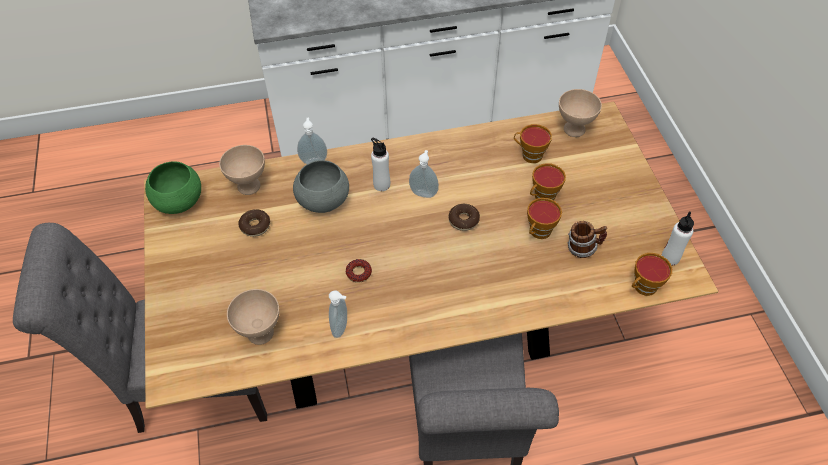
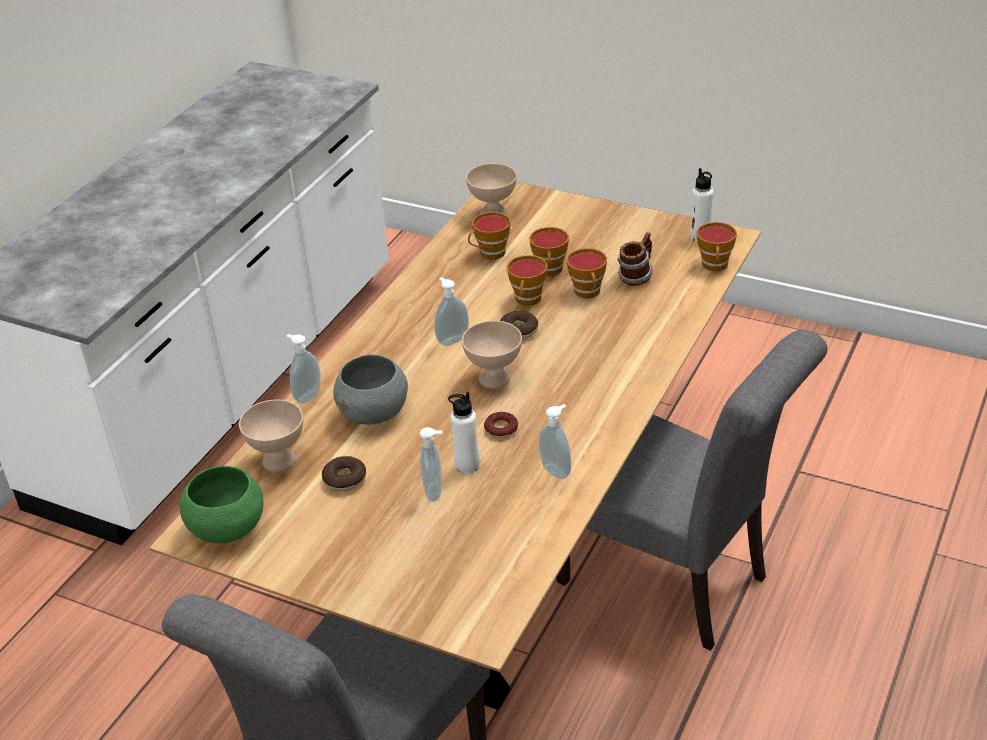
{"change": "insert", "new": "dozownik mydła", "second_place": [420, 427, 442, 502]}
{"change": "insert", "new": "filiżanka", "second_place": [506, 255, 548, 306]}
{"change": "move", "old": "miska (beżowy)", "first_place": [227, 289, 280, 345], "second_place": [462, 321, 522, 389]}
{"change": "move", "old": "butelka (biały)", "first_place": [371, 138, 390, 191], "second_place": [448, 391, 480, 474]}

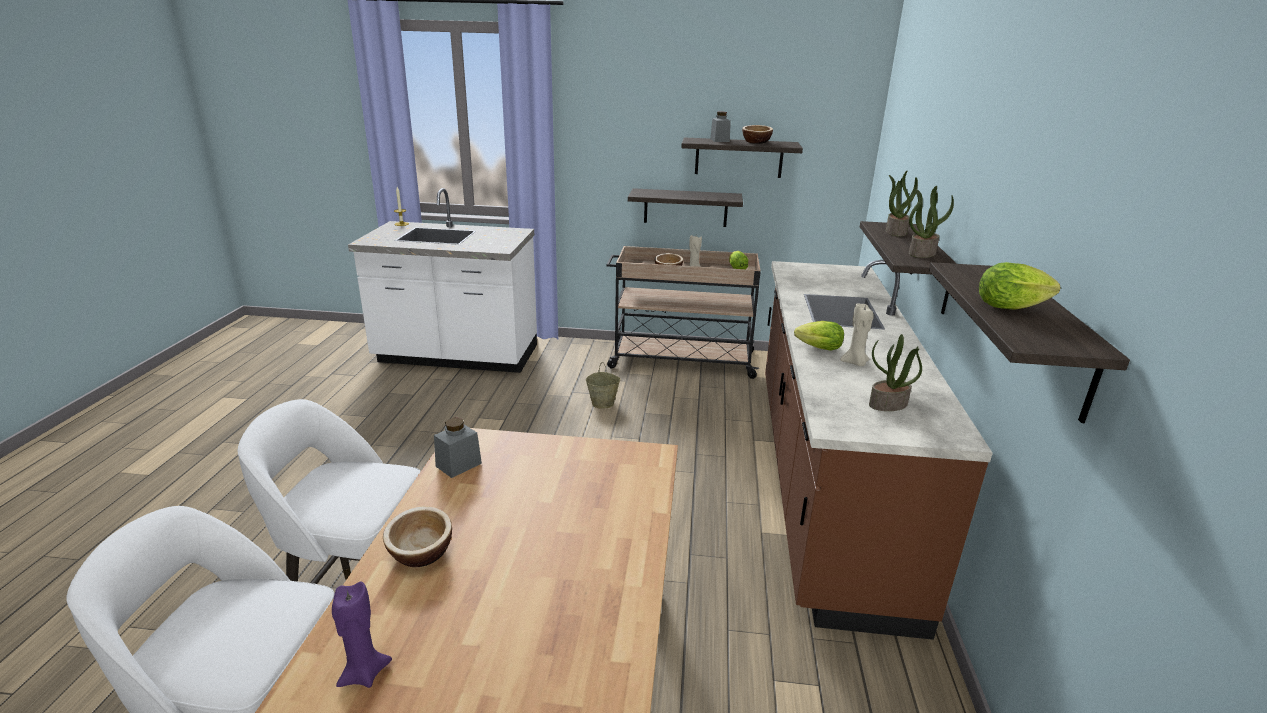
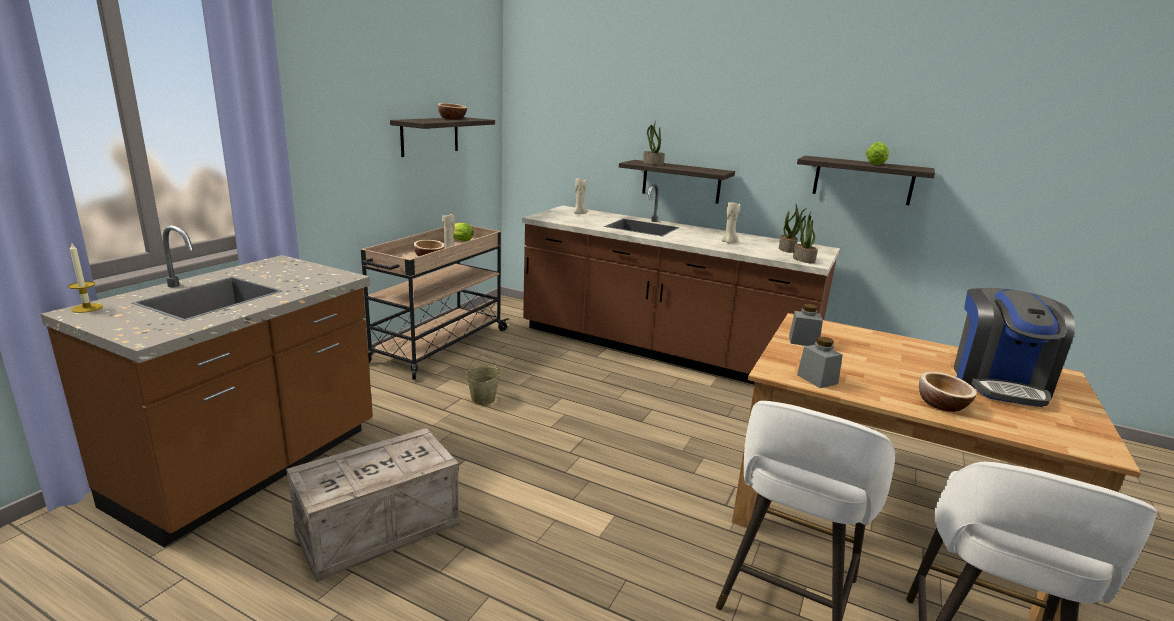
{"change": "delete", "old": "świeca (fioletowy)", "first_place": [332, 581, 392, 688]}
{"change": "delete", "old": "półka", "first_place": [628, 188, 743, 227]}
{"change": "delete", "old": "sałata", "first_place": [794, 321, 844, 351]}
{"change": "insert", "new": "skrzynka", "second_place": [286, 428, 460, 582]}
{"change": "insert", "new": "świeca (beżowy)", "second_place": [574, 178, 587, 214]}
{"change": "insert", "new": "ekspres do kawy", "second_place": [954, 288, 1075, 407]}
{"change": "move", "old": "słoik (szary)", "first_place": [710, 111, 731, 142], "second_place": [789, 304, 823, 346]}
{"change": "move", "old": "roślina doniczkowa", "first_place": [909, 186, 954, 258], "second_place": [793, 212, 818, 264]}
{"change": "recolor", "old": "zabudowa kuchenna (biały)", "new": "zabudowa kuchenna (brązowy)", "first_place": [348, 188, 537, 373], "second_place": [40, 225, 373, 547]}

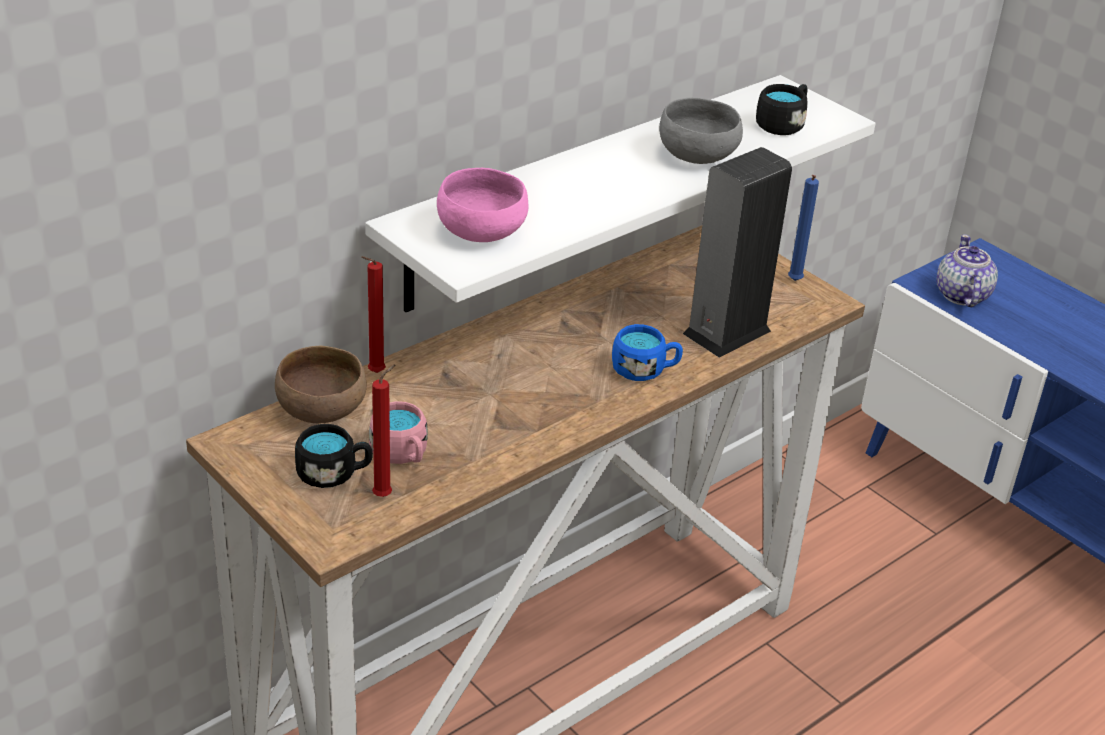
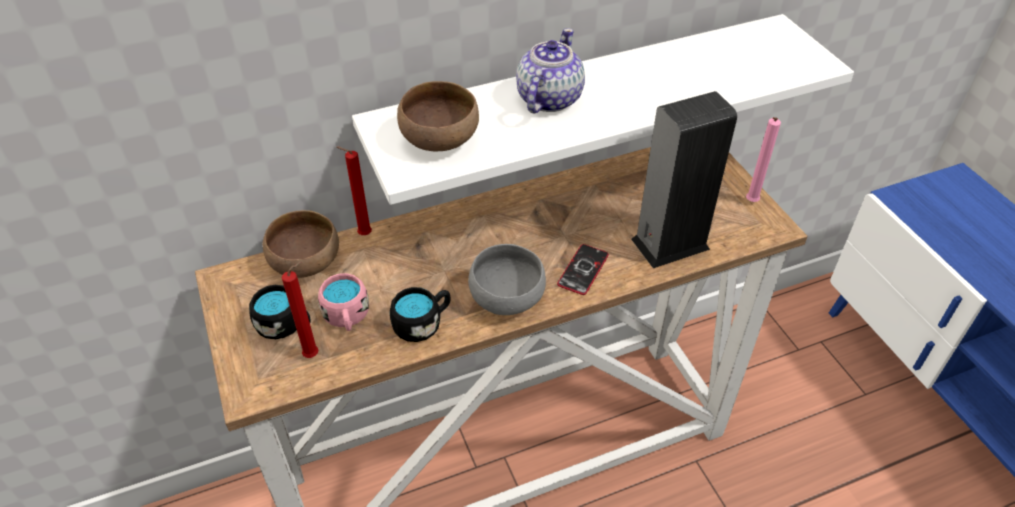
{"change": "move", "old": "miska (szary)", "first_place": [659, 97, 743, 164], "second_place": [468, 244, 546, 315]}
{"change": "move", "old": "kubek (czarny)", "first_place": [756, 84, 807, 135], "second_place": [390, 287, 451, 342]}
{"change": "move", "old": "imbryk", "first_place": [936, 234, 998, 307], "second_place": [516, 28, 585, 113]}
{"change": "replace", "old": "kubek (niebieski)", "new": "telefon", "first_place": [612, 324, 683, 381], "second_place": [557, 244, 609, 295]}
{"change": "recolor", "old": "miska (różowy)", "new": "miska (brązowy)", "first_place": [437, 168, 529, 242], "second_place": [397, 81, 479, 151]}
{"change": "recolor", "old": "świeca (niebieski)", "new": "świeca (różowy)", "first_place": [788, 175, 819, 281], "second_place": [746, 117, 781, 202]}

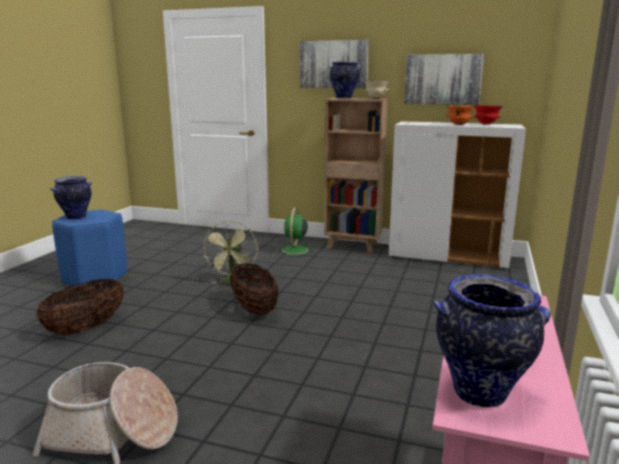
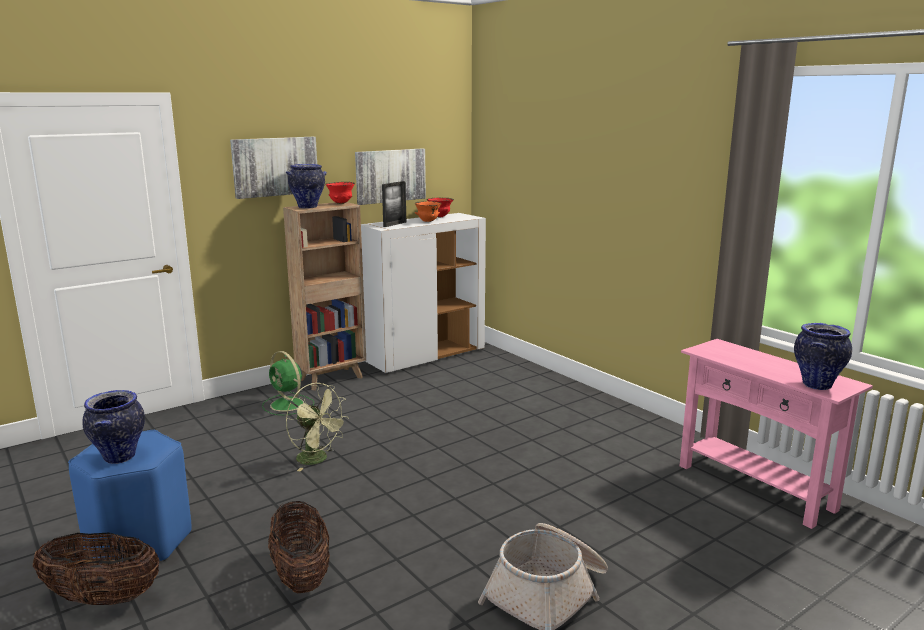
{"change": "insert", "new": "ramka na zdjęcie", "second_place": [382, 181, 406, 227]}
{"change": "move", "old": "koszyk", "first_place": [230, 263, 279, 315], "second_place": [33, 532, 159, 605]}
{"change": "recolor", "old": "miska (beżowy)", "new": "miska (czerwony)", "first_place": [364, 80, 390, 99], "second_place": [325, 182, 355, 204]}

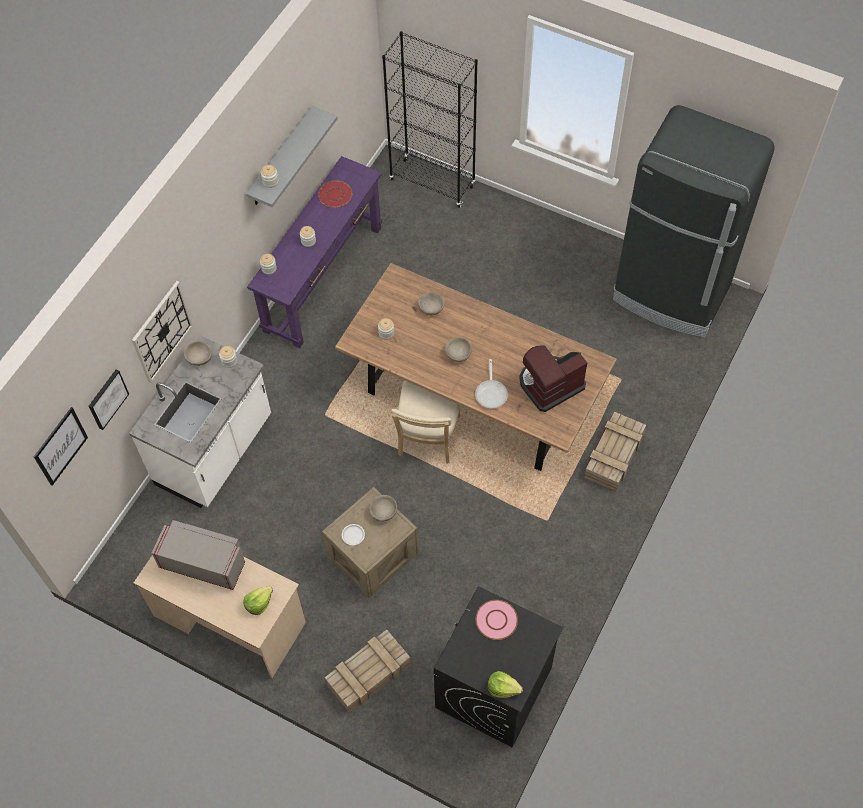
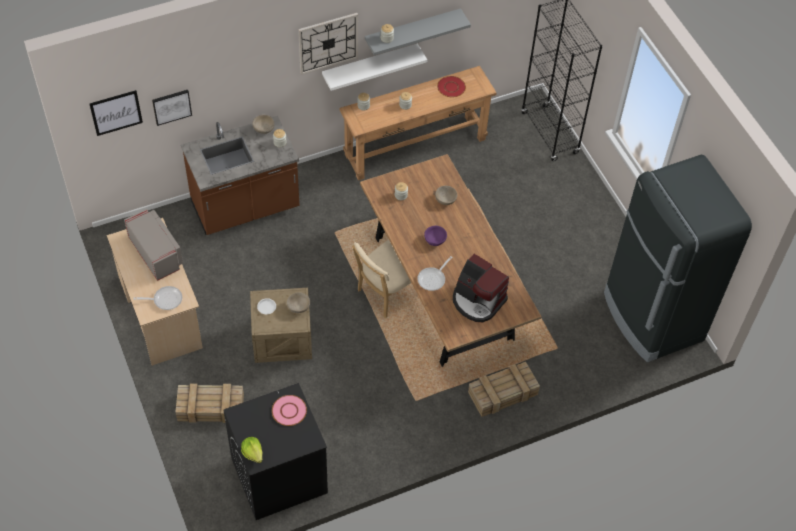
{"change": "insert", "new": "półka (biały)", "second_place": [322, 43, 427, 91]}
{"change": "move", "old": "zegar ścienny", "first_place": [132, 281, 193, 383], "second_place": [298, 13, 358, 75]}
{"change": "replace", "old": "sałata", "new": "patelnia", "first_place": [243, 586, 273, 615], "second_place": [133, 286, 182, 310]}
{"change": "recolor", "old": "zabudowa kuchenna (biały)", "new": "zabudowa kuchenna (brązowy)", "first_place": [129, 335, 271, 508], "second_place": [181, 116, 300, 235]}
{"change": "recolor", "old": "stolik konsolowy (fioletowy)", "new": "stolik konsolowy (brązowy)", "first_place": [247, 156, 382, 348], "second_place": [340, 66, 497, 180]}
{"change": "recolor", "old": "miska (beżowy)", "new": "miska (fioletowy)", "first_place": [445, 337, 472, 362], "second_place": [424, 226, 447, 246]}
{"change": "rotate", "old": "ekspres do kawy", "first_place": [519, 345, 587, 412], "second_place": [453, 254, 509, 322], "degrees": -150}

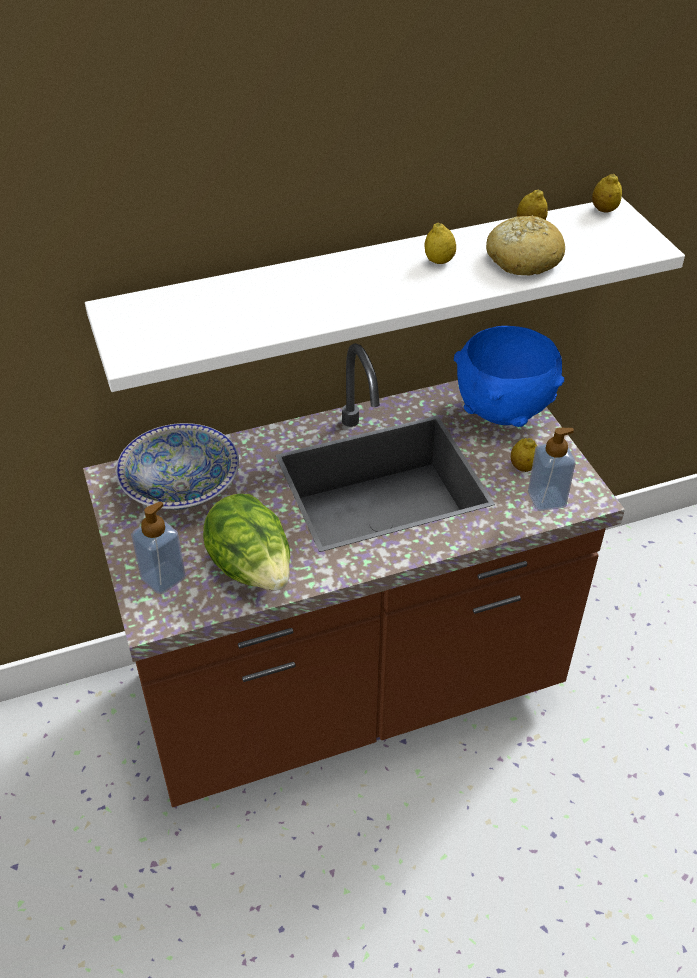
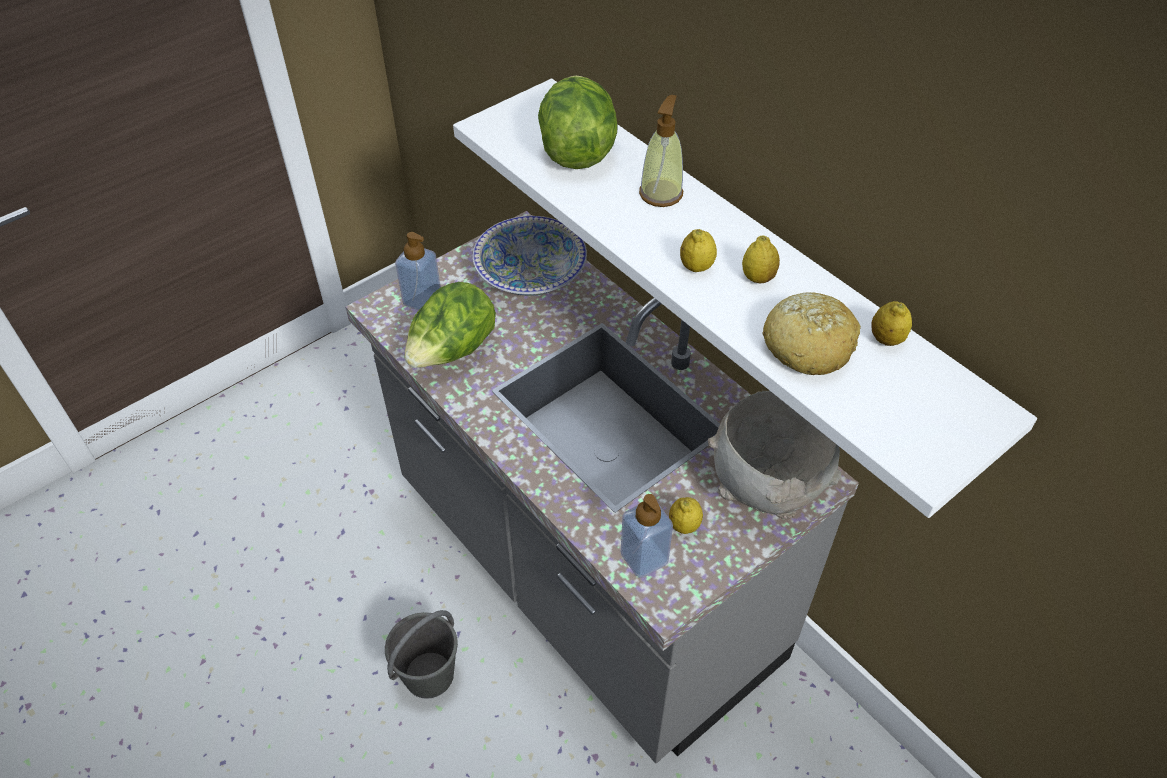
{"change": "insert", "new": "wiadro (szary)", "second_place": [385, 610, 458, 699]}
{"change": "insert", "new": "sałata", "second_place": [538, 75, 618, 169]}
{"change": "insert", "new": "dozownik mydła", "second_place": [639, 95, 683, 207]}
{"change": "move", "old": "cytryna", "first_place": [592, 174, 622, 213], "second_place": [680, 229, 717, 272]}
{"change": "recolor", "old": "zabudowa kuchenna (brązowy)", "new": "zabudowa kuchenna (szary)", "first_place": [83, 343, 625, 807], "second_place": [346, 211, 859, 763]}
{"change": "recolor", "old": "miska (niebieski)", "new": "miska (szary)", "first_place": [454, 326, 564, 427], "second_place": [708, 391, 841, 519]}

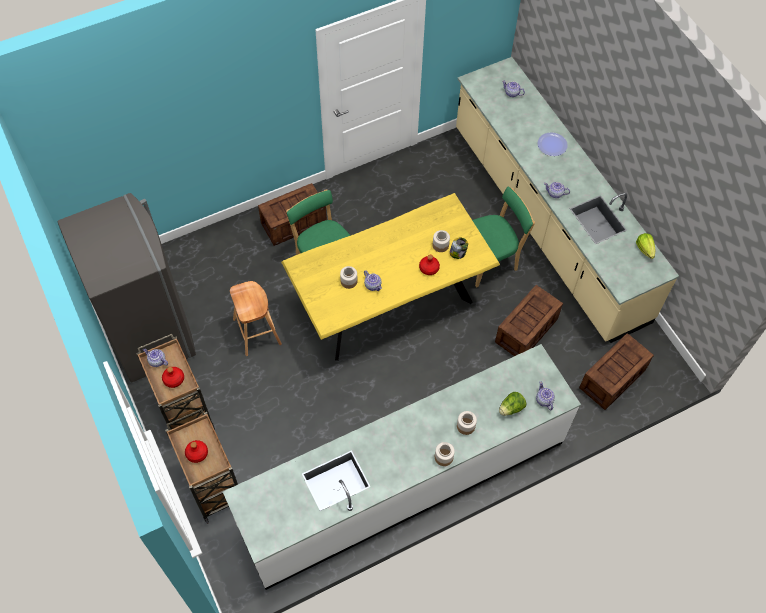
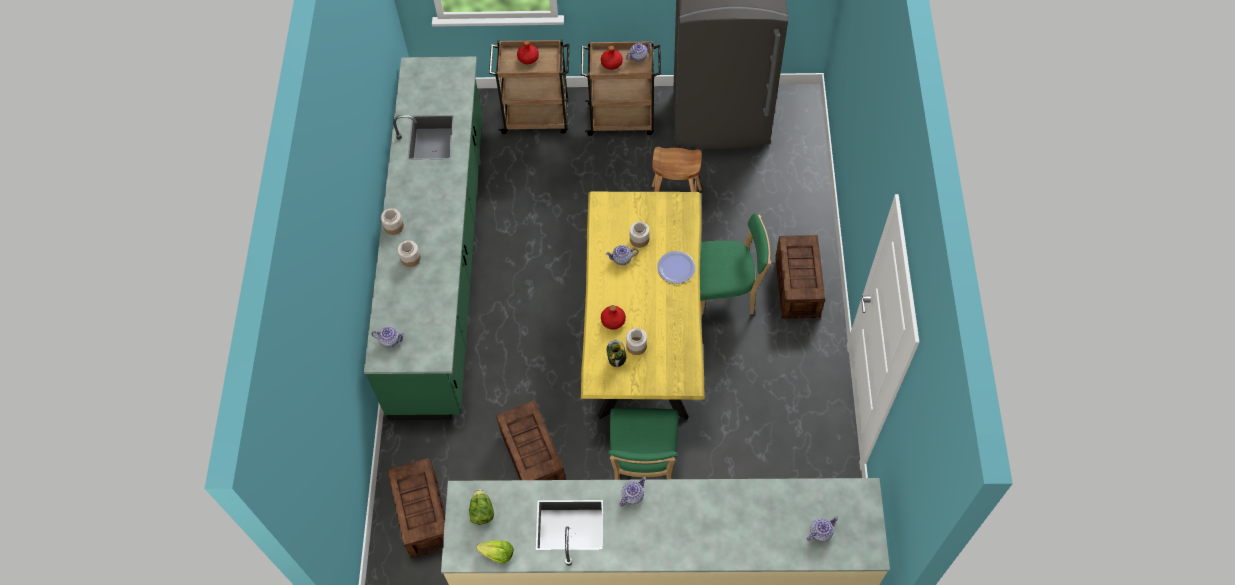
{"change": "move", "old": "sałata", "first_place": [499, 392, 526, 416], "second_place": [469, 489, 494, 525]}
{"change": "move", "old": "talerz", "first_place": [538, 132, 568, 156], "second_place": [657, 251, 695, 284]}
{"change": "recolor", "old": "zabudowa kuchenna (biały)", "new": "zabudowa kuchenna (zielony)", "first_place": [223, 344, 581, 590], "second_place": [364, 57, 482, 420]}

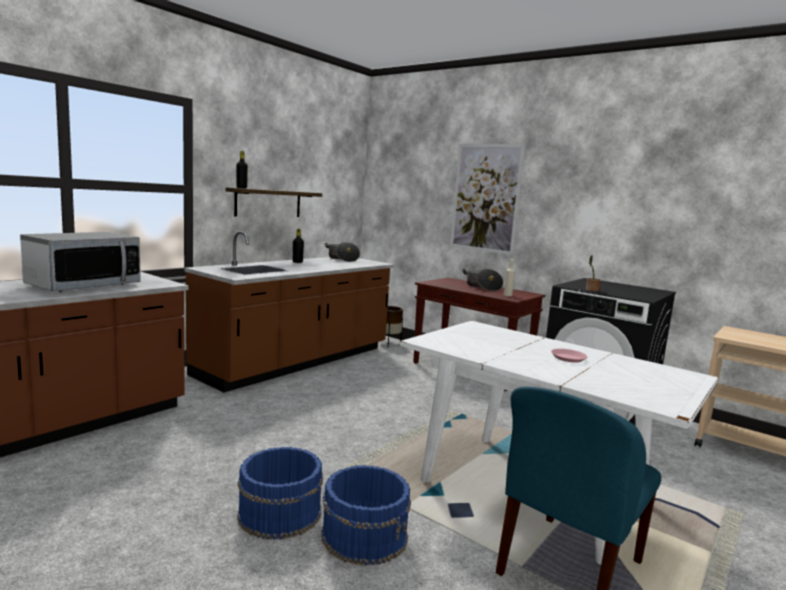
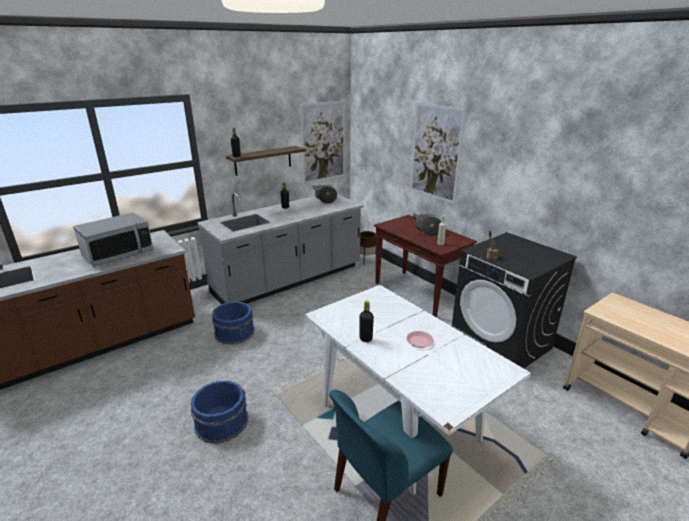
{"change": "insert", "new": "obraz", "second_place": [300, 100, 345, 184]}
{"change": "insert", "new": "butelka (czarny)", "second_place": [360, 301, 374, 342]}
{"change": "move", "old": "wiadro (niebieski)", "first_place": [321, 465, 411, 566], "second_place": [212, 301, 255, 345]}
{"change": "recolor", "old": "zabudowa kuchenna (brązowy)", "new": "zabudowa kuchenna (szary)", "first_place": [184, 231, 394, 392], "second_place": [197, 193, 363, 304]}

